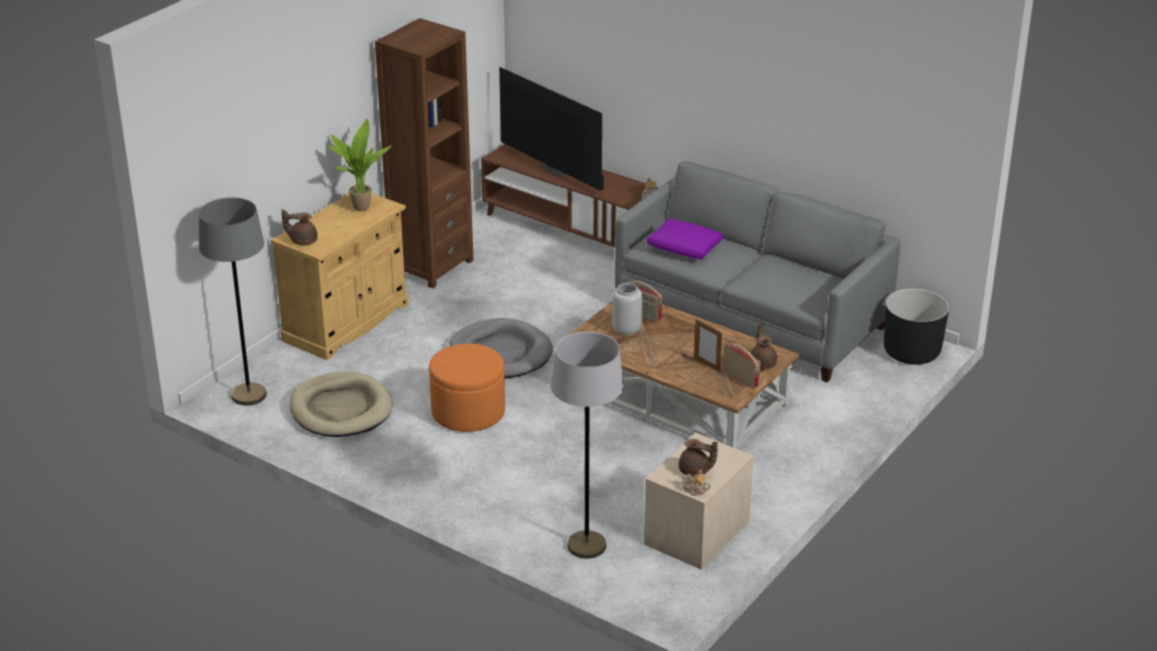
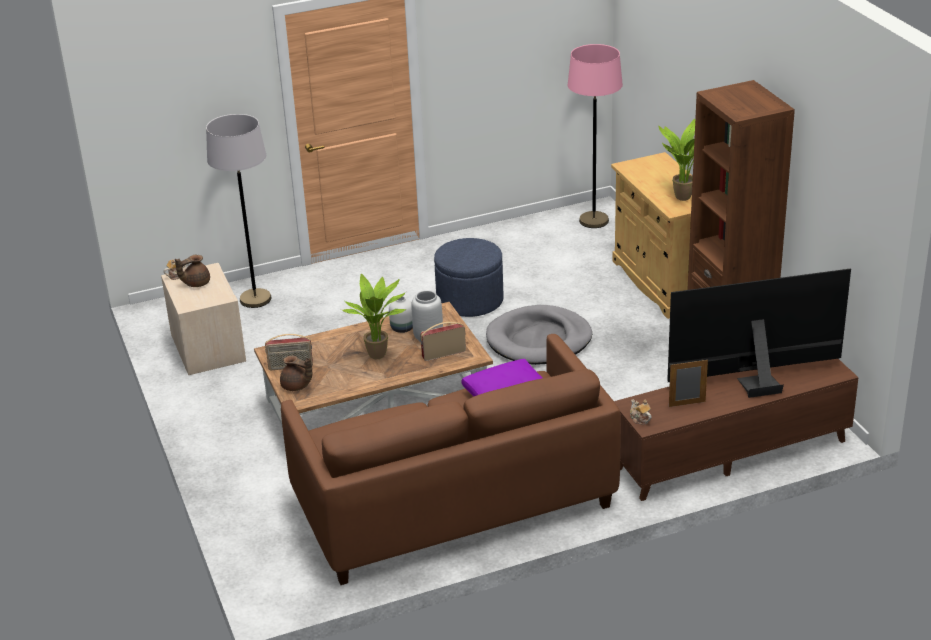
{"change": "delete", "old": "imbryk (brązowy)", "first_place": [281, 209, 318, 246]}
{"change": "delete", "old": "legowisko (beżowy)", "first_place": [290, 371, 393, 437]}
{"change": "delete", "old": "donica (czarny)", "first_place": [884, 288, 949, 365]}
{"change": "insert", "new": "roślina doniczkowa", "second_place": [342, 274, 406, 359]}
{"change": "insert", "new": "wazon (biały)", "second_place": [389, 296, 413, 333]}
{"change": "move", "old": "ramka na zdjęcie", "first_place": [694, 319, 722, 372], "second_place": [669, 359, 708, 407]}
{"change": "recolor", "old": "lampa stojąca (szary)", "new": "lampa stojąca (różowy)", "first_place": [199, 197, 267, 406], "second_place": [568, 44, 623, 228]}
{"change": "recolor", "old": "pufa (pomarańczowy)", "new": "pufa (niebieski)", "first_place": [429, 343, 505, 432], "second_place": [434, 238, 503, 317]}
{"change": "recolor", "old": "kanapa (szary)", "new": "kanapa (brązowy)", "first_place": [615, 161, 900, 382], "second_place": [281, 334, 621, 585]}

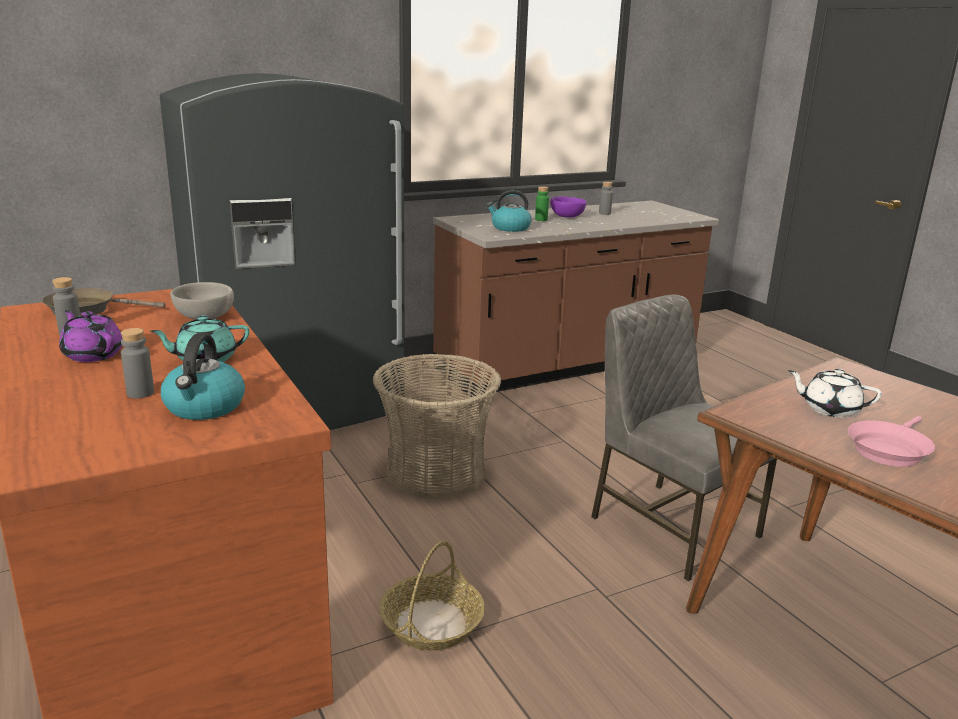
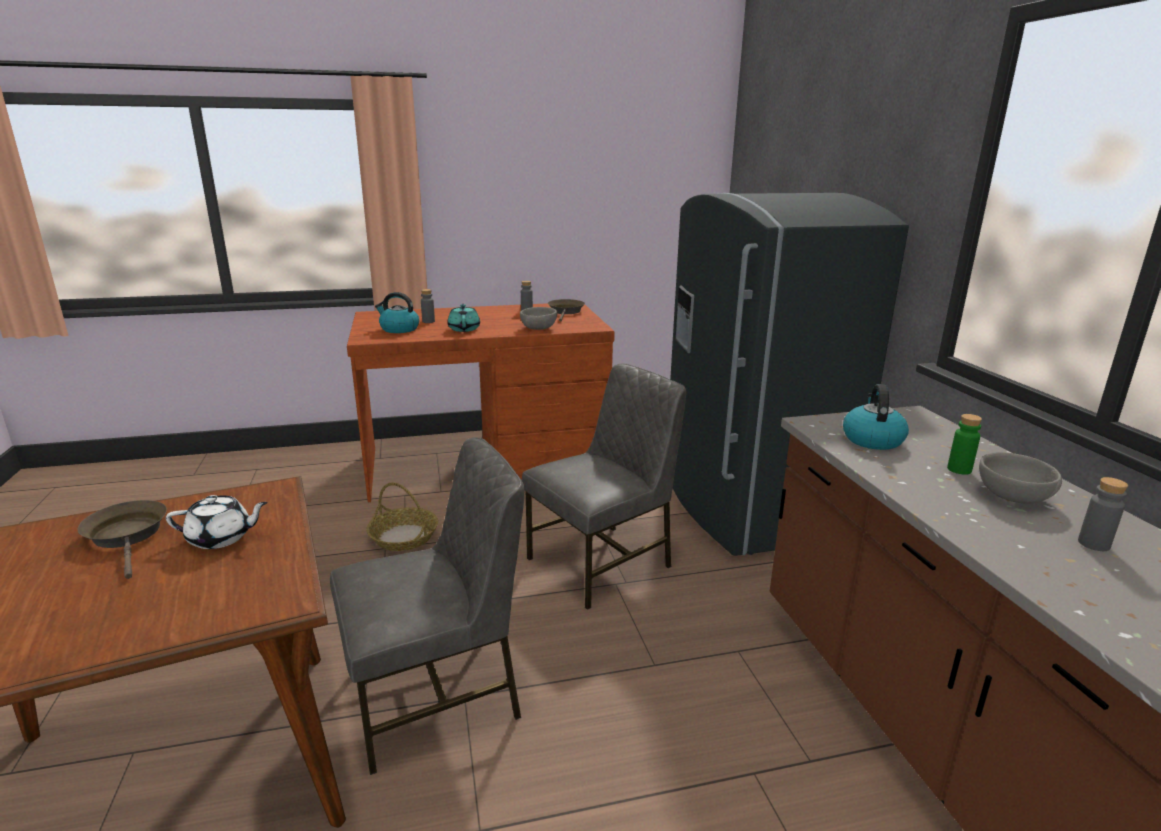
{"change": "delete", "old": "imbryk (fioletowy)", "first_place": [59, 310, 123, 362]}
{"change": "replace", "old": "koszyk", "new": "krzesło (szary)", "first_place": [373, 353, 501, 499], "second_place": [522, 364, 686, 610]}
{"change": "recolor", "old": "miska (fioletowy)", "new": "miska (szary)", "first_place": [551, 197, 586, 218], "second_place": [979, 452, 1062, 504]}
{"change": "recolor", "old": "patelnia (różowy)", "new": "patelnia (brązowy)", "first_place": [848, 416, 935, 467], "second_place": [77, 500, 167, 579]}
{"change": "rotate", "old": "imbryk (biały)", "first_place": [788, 369, 882, 417], "second_place": [166, 495, 268, 549], "degrees": 45}

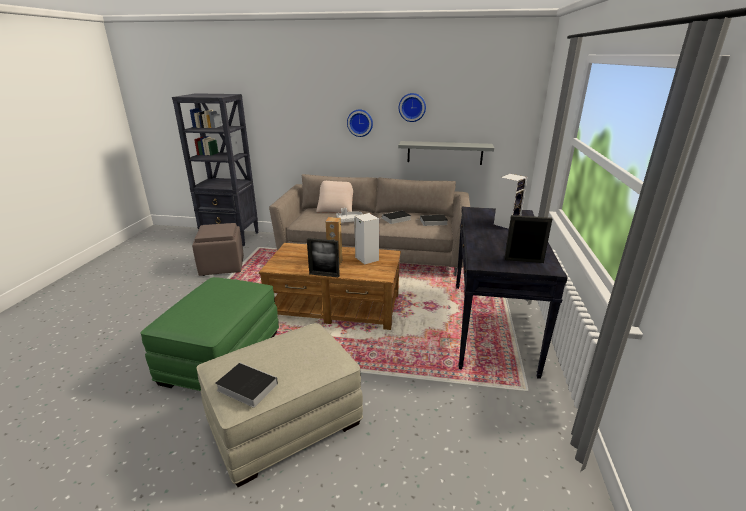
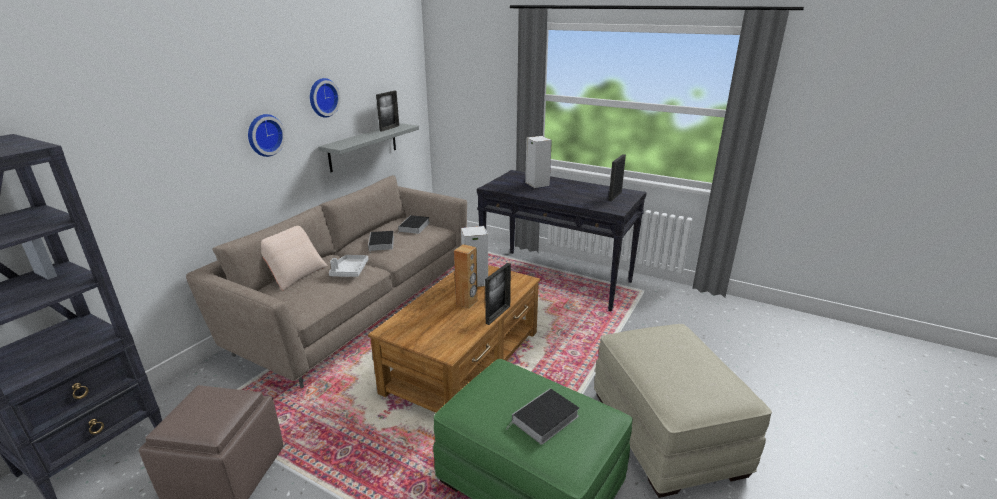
{"change": "insert", "new": "ramka na zdjęcie", "second_place": [376, 91, 399, 132]}
{"change": "move", "old": "książka", "first_place": [215, 363, 278, 407], "second_place": [506, 388, 579, 445]}

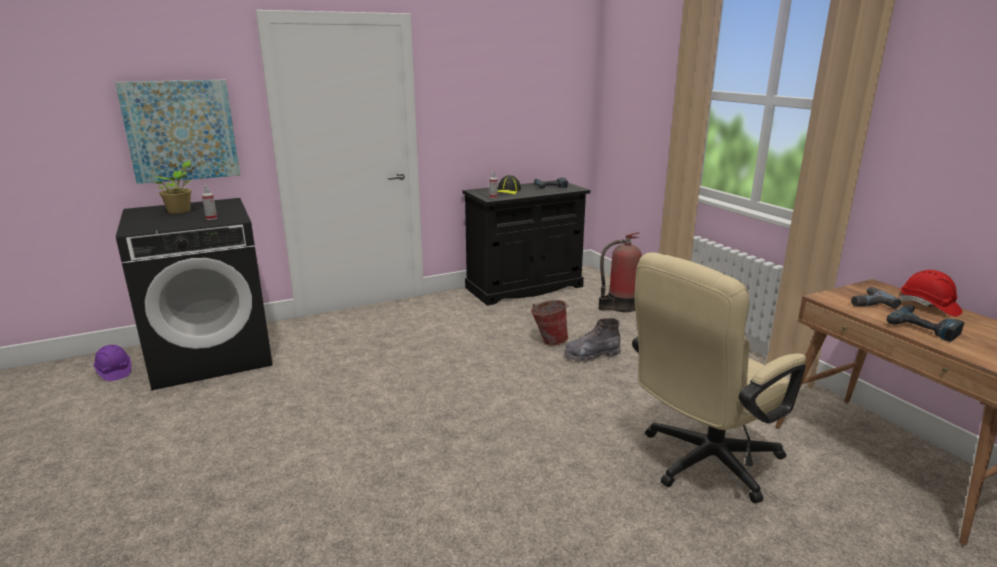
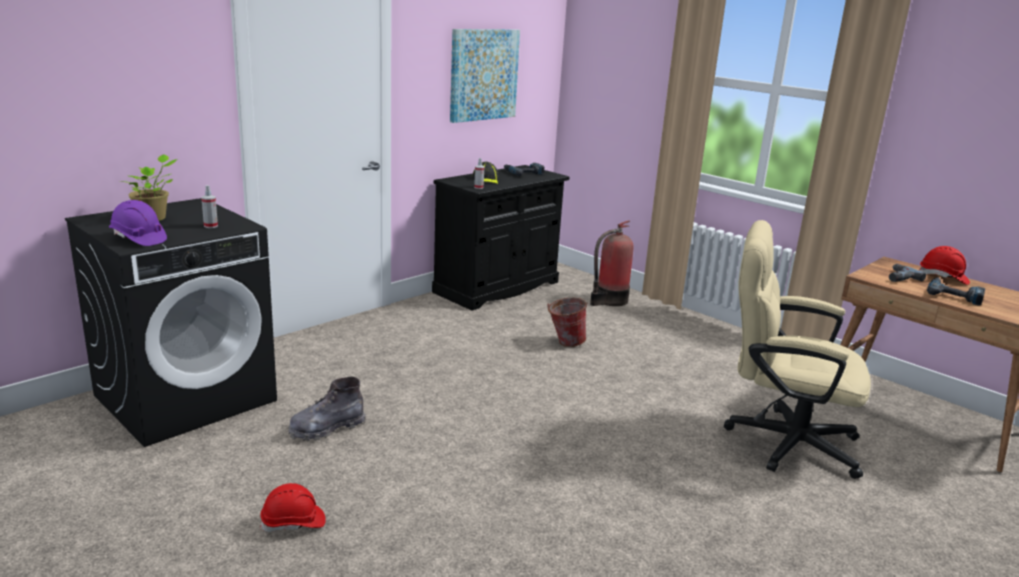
{"change": "insert", "new": "kask (czerwony)", "second_place": [260, 483, 326, 532]}
{"change": "move", "old": "kask (fioletowy)", "first_place": [93, 345, 131, 381], "second_place": [109, 200, 167, 246]}
{"change": "move", "old": "obraz", "first_place": [115, 80, 240, 184], "second_place": [450, 29, 520, 123]}
{"change": "move", "old": "but z cholewką (szary)", "first_place": [564, 318, 621, 363], "second_place": [288, 376, 366, 441]}
{"change": "rotate", "old": "krzesło biurowe (beżowy)", "first_place": [632, 252, 806, 503], "second_place": [724, 220, 871, 479], "degrees": 75}

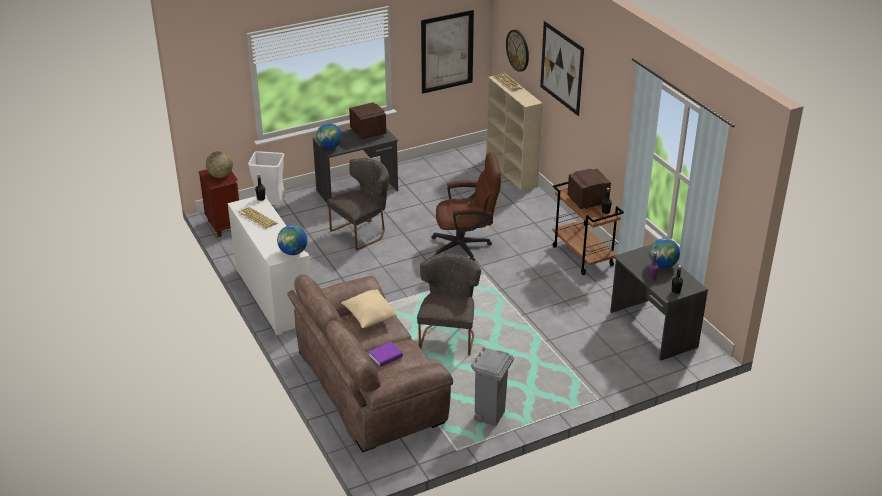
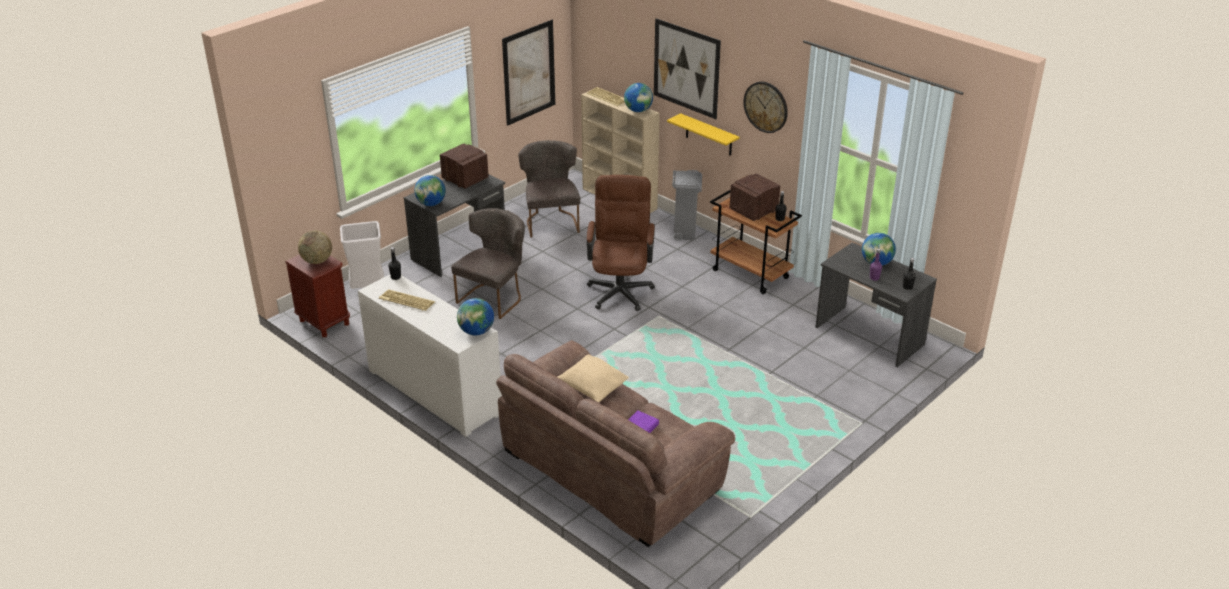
{"change": "insert", "new": "globus", "second_place": [624, 83, 653, 112]}
{"change": "insert", "new": "półka (żółty)", "second_place": [667, 113, 740, 156]}
{"change": "move", "old": "krzesło (szary)", "first_place": [417, 253, 481, 356], "second_place": [518, 140, 581, 237]}
{"change": "move", "old": "kosz na śmieci (szary)", "first_place": [471, 347, 514, 426], "second_place": [672, 170, 702, 241]}
{"change": "move", "old": "zegar ścienny", "first_place": [506, 30, 529, 72], "second_place": [743, 82, 788, 133]}
{"change": "rotate", "old": "krzesło biurowe (brązowy)", "first_place": [431, 152, 501, 261], "second_place": [587, 175, 655, 311], "degrees": -60}

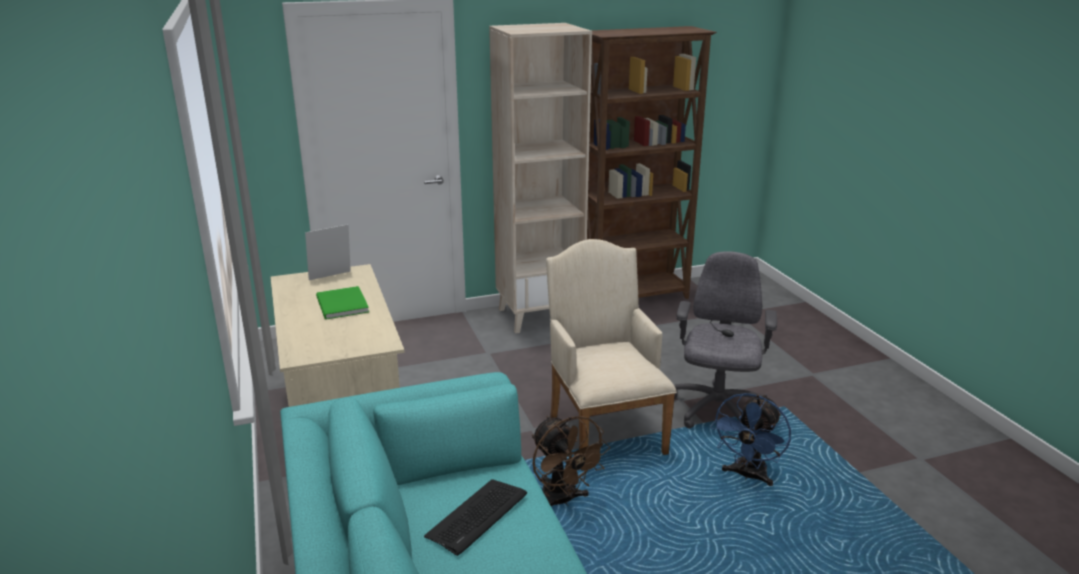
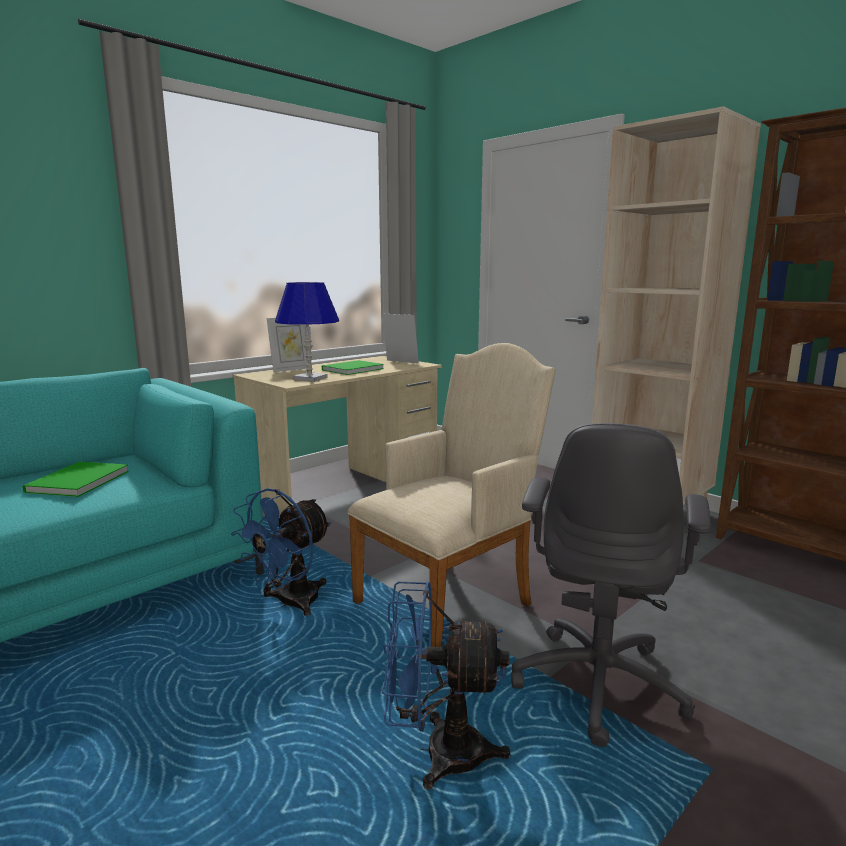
{"change": "insert", "new": "ramka na zdjęcie", "second_place": [267, 318, 312, 372]}
{"change": "insert", "new": "lampa stołowa (niebieski)", "second_place": [275, 282, 339, 382]}
{"change": "replace", "old": "klawiatura", "new": "książka (zielony)", "first_place": [424, 479, 527, 556], "second_place": [23, 462, 129, 497]}
{"change": "recolor", "old": "wentylator (brązowy)", "new": "wentylator (niebieski)", "first_place": [532, 416, 610, 506], "second_place": [231, 488, 331, 616]}
{"change": "rotate", "old": "krzesło biurowe (szary)", "first_place": [674, 251, 777, 429], "second_place": [511, 423, 711, 747], "degrees": 120}

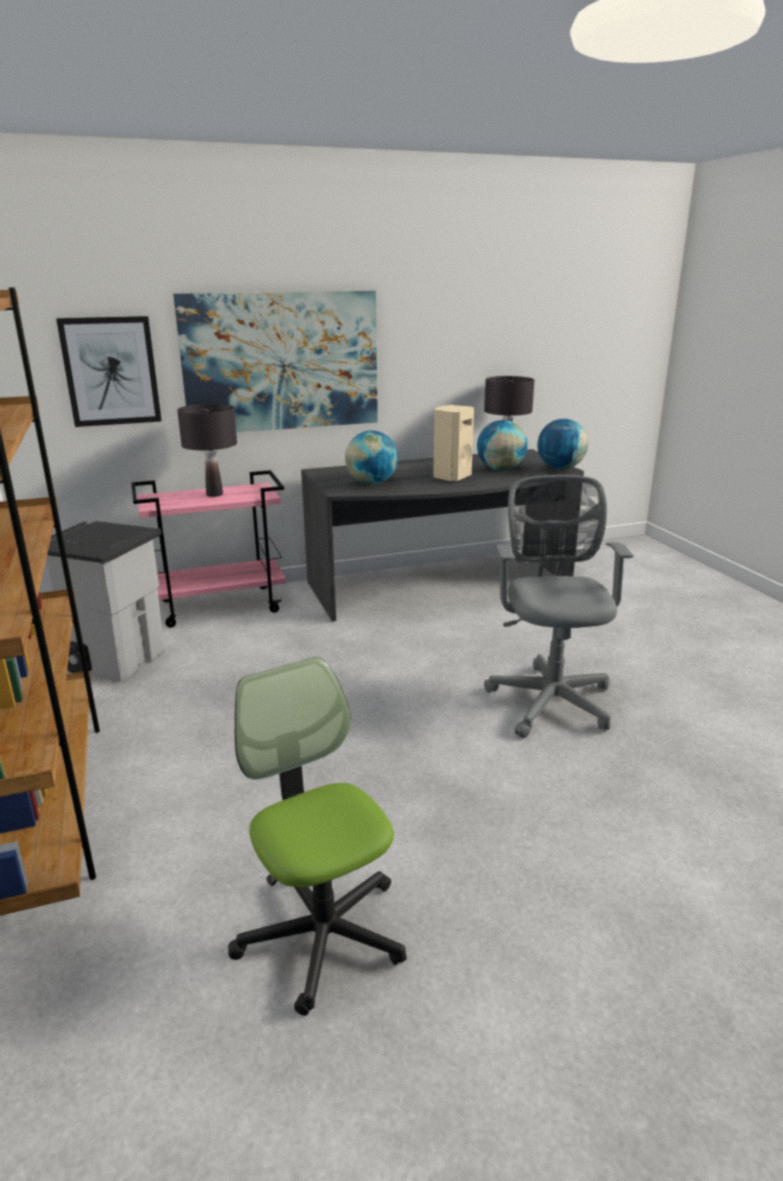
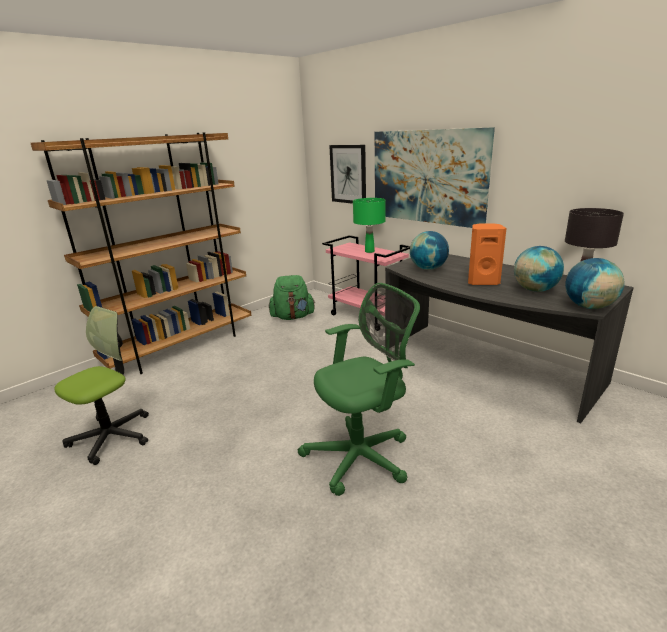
{"change": "replace", "old": "kosz na śmieci (szary)", "new": "plecak (zielony)", "first_place": [46, 521, 164, 682], "second_place": [269, 275, 315, 320]}
{"change": "recolor", "old": "lampa stołowa (czarny)", "new": "lampa stołowa (zielony)", "first_place": [177, 404, 237, 497], "second_place": [353, 198, 386, 253]}
{"change": "recolor", "old": "głośnik (beżowy)", "new": "głośnik (pomarańczowy)", "first_place": [433, 405, 474, 482], "second_place": [468, 223, 507, 285]}
{"change": "recolor", "old": "krzesło biurowe (szary)", "new": "krzesło biurowe (zielony)", "first_place": [484, 475, 634, 738], "second_place": [298, 283, 420, 496]}

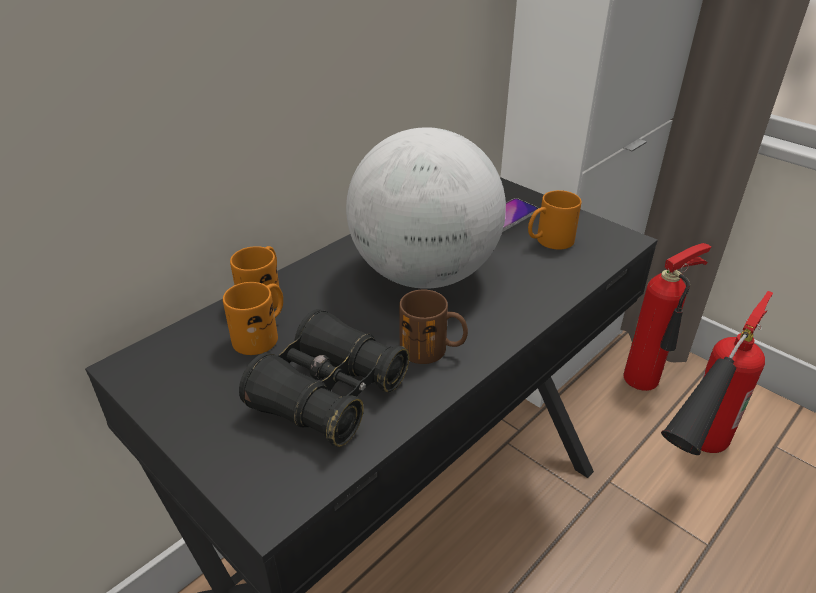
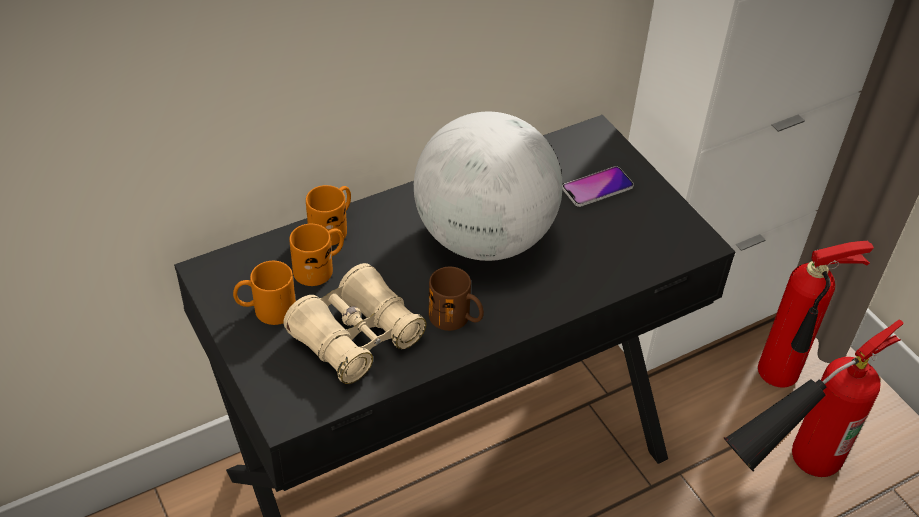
{"change": "move", "old": "kubek (pomarańczowy)", "first_place": [528, 190, 581, 249], "second_place": [233, 261, 296, 325]}
{"change": "recolor", "old": "lornetka (czarny)", "new": "lornetka (beżowy)", "first_place": [239, 309, 409, 447], "second_place": [284, 263, 426, 384]}

